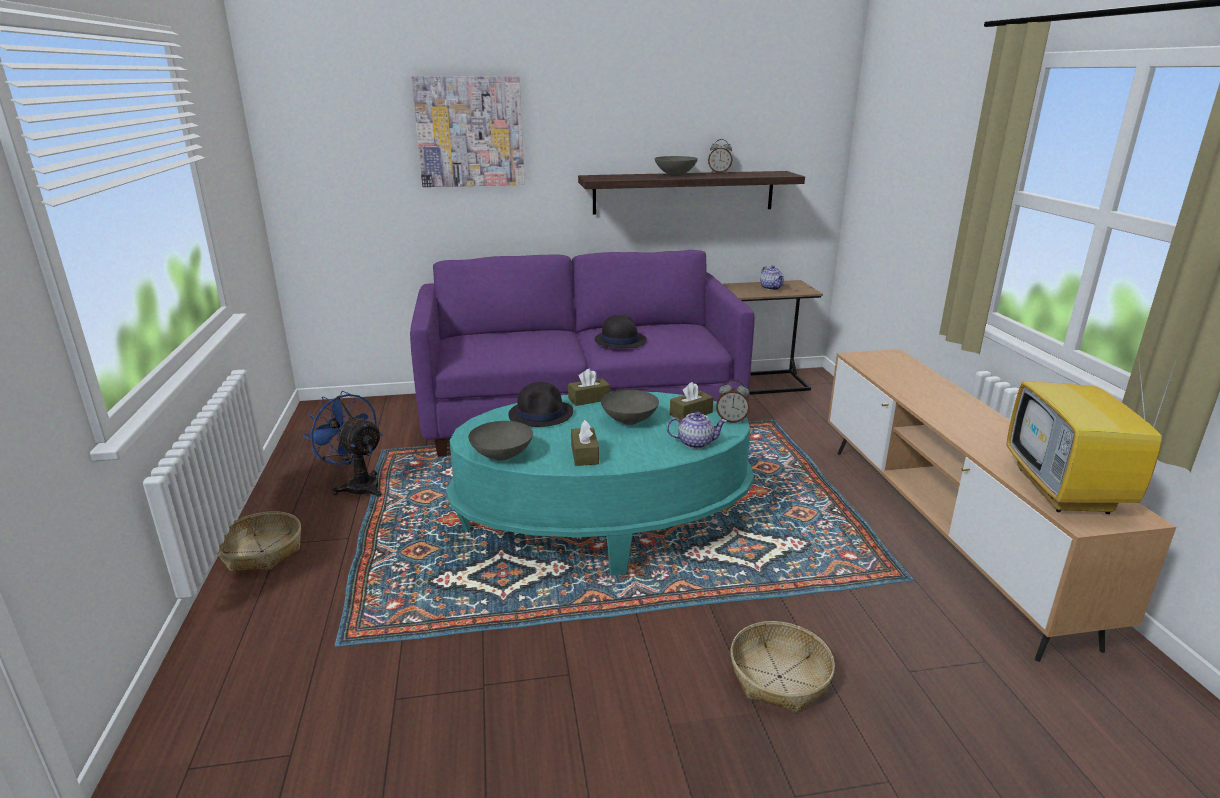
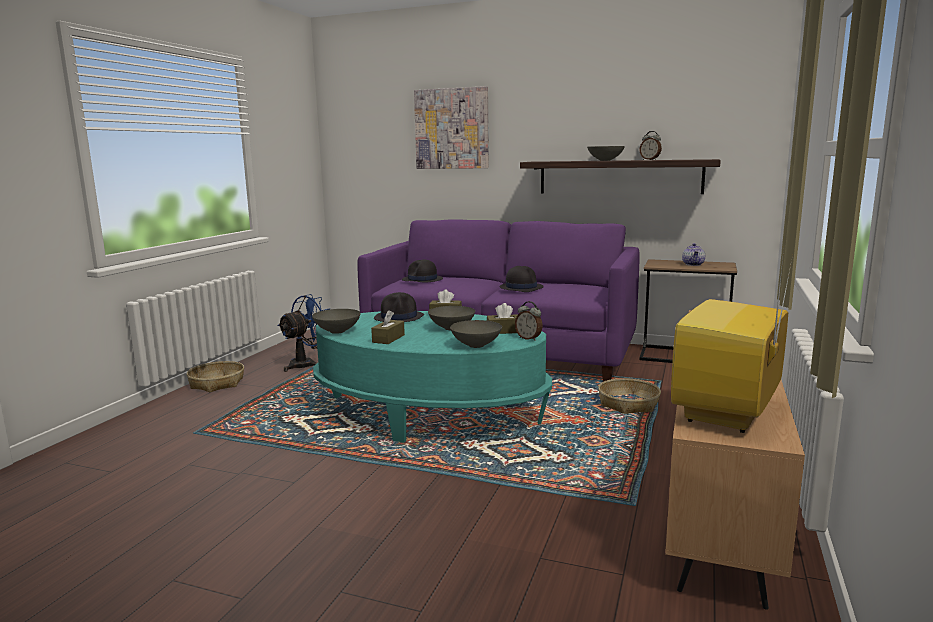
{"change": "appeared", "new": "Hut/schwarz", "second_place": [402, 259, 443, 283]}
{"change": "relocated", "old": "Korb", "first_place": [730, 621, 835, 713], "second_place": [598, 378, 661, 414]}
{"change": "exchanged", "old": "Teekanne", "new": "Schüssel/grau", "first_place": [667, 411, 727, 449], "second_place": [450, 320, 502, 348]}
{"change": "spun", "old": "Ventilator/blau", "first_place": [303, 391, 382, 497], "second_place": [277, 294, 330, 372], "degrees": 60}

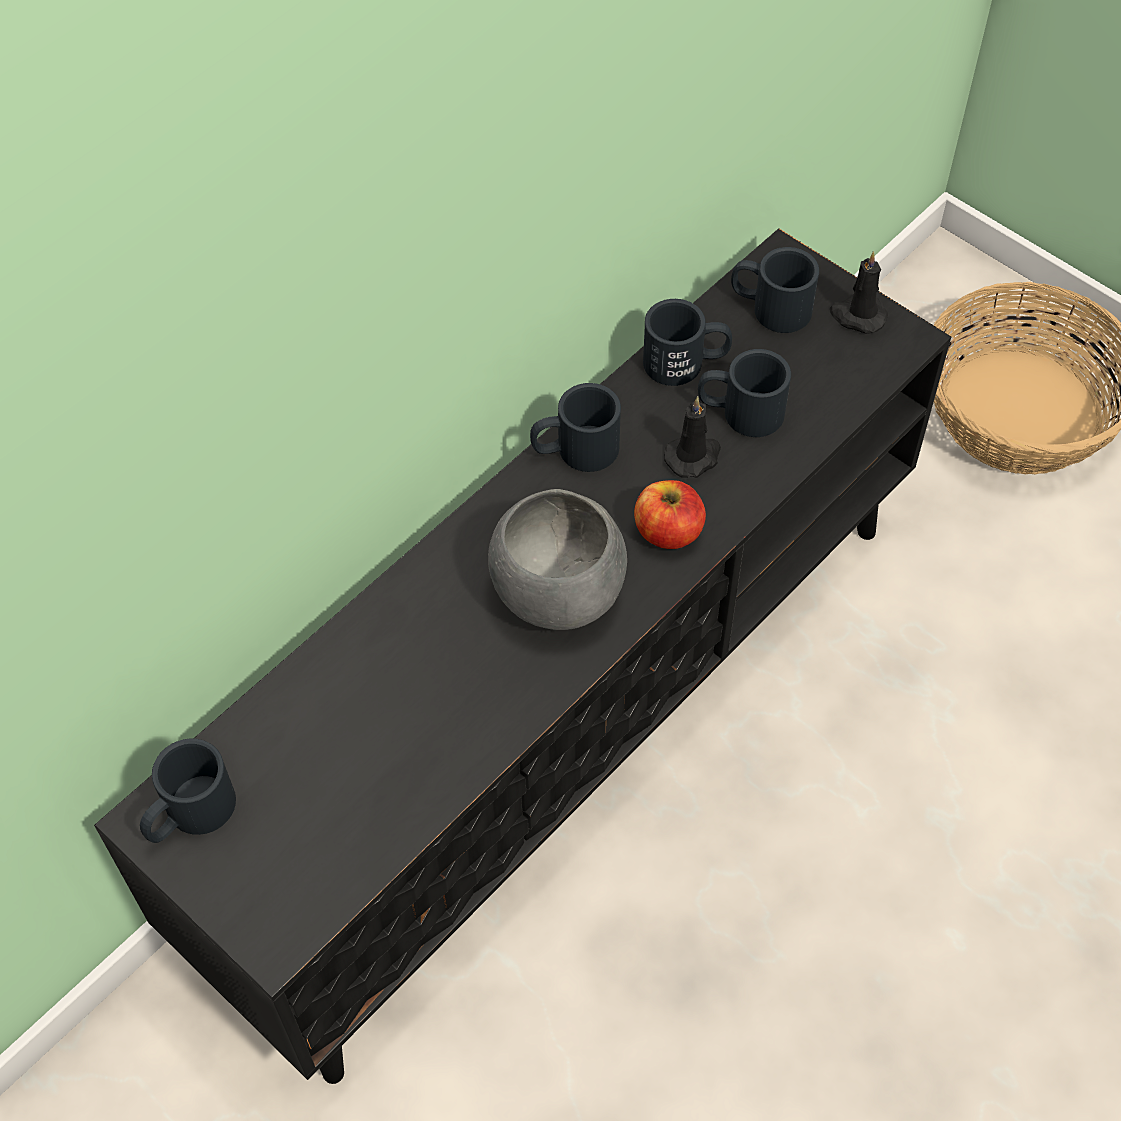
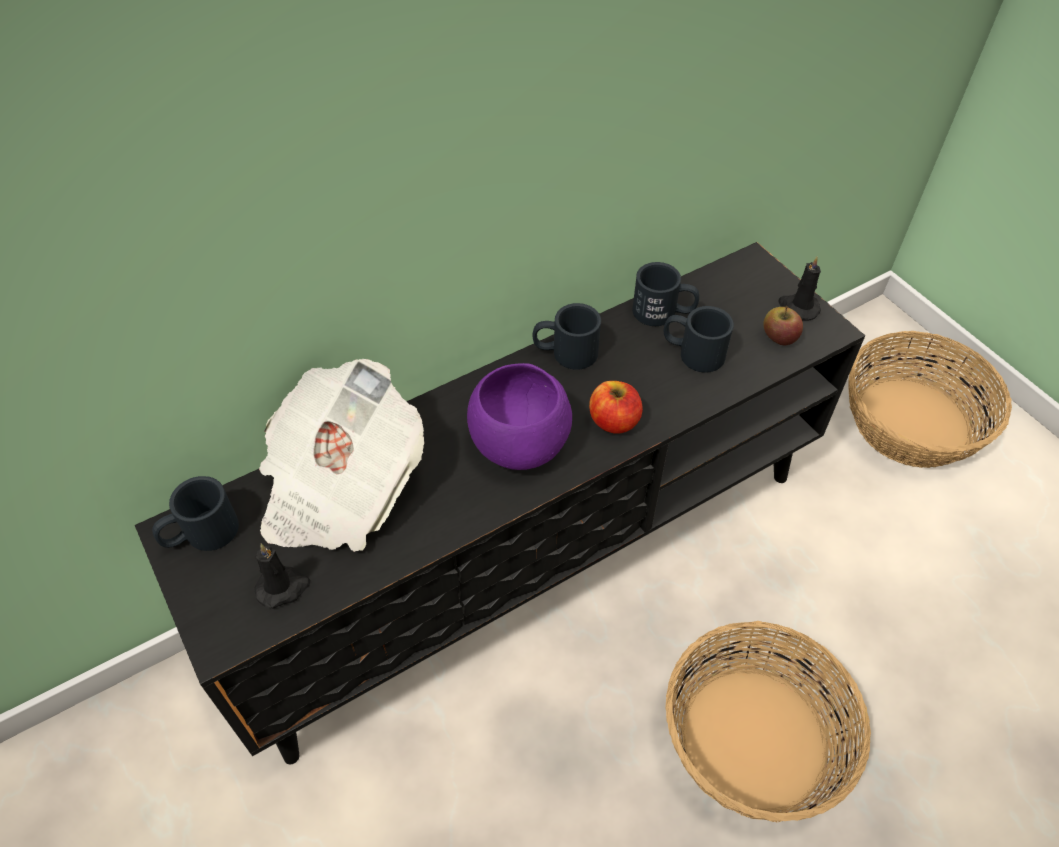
{"change": "missing", "old": "Henkelbecher/schwarz", "first_place": [731, 247, 819, 333]}
{"change": "appeared", "new": "Zeitung", "second_place": [259, 359, 424, 552]}
{"change": "appeared", "new": "Korb", "second_place": [665, 621, 871, 822]}
{"change": "appeared", "new": "Apfel", "second_place": [763, 306, 803, 345]}
{"change": "relocated", "old": "Kerze/schwarz", "first_place": [664, 396, 721, 478], "second_place": [254, 544, 310, 609]}
{"change": "colour", "old": "Schüssel/grau", "new": "Schüssel/lila", "first_place": [488, 489, 627, 630], "second_place": [467, 363, 572, 470]}

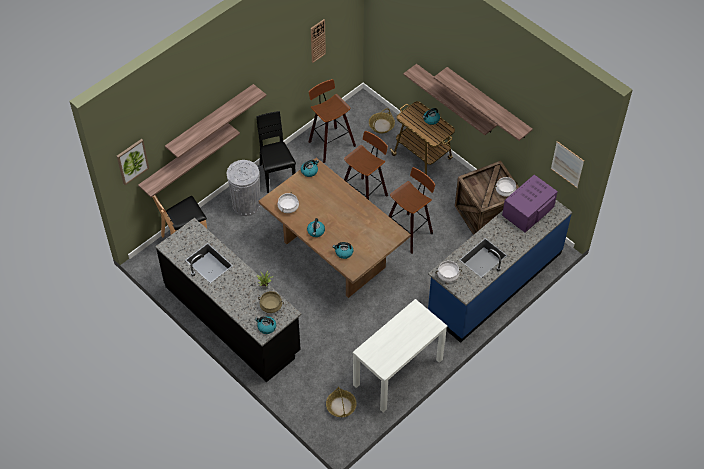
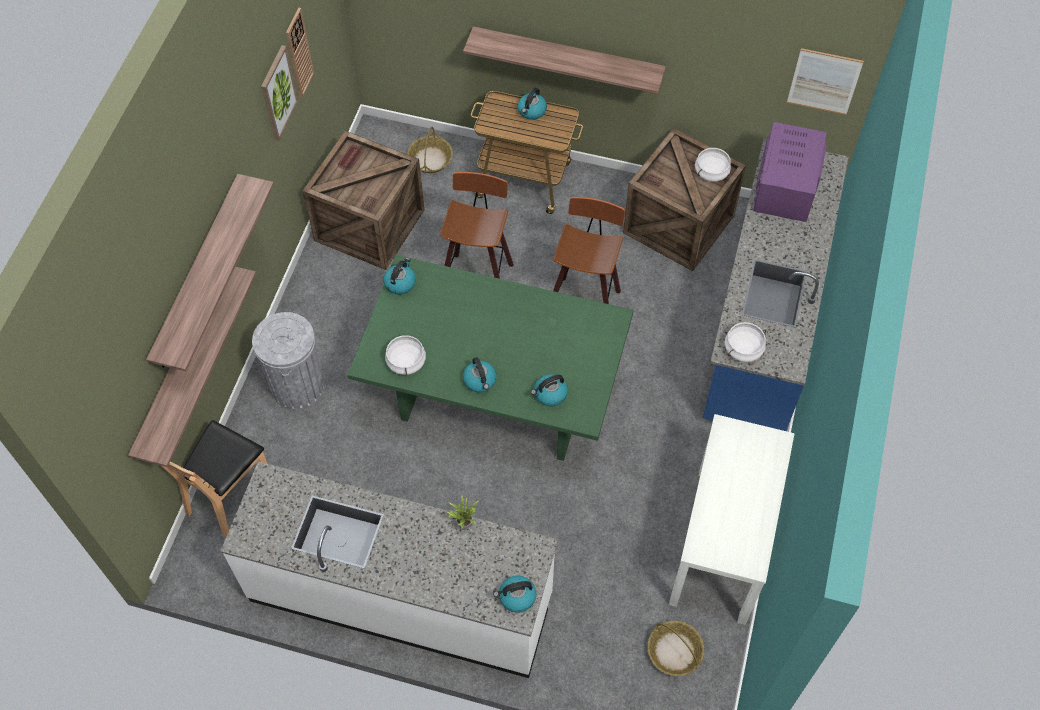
{"change": "missing", "old": "Stuhl/schwarz", "first_place": [256, 111, 296, 193]}
{"change": "missing", "old": "Kochtopf/beige", "first_place": [258, 291, 284, 313]}
{"change": "missing", "old": "Wandregal", "first_place": [434, 67, 533, 141]}
{"change": "relocated", "old": "Bild", "first_place": [117, 139, 149, 185], "second_place": [261, 45, 298, 141]}
{"change": "exchanged", "old": "Hocker", "new": "Kiste", "first_place": [309, 79, 356, 163], "second_place": [303, 131, 424, 270]}
{"change": "colour", "old": "Küchenzeile/schwarz", "new": "Küchenzeile/weiß", "first_place": [155, 218, 302, 382], "second_place": [221, 461, 558, 678]}
{"change": "colour", "old": "Esstisch/braun", "new": "Esstisch/grün", "first_place": [259, 158, 411, 298], "second_place": [348, 255, 634, 461]}

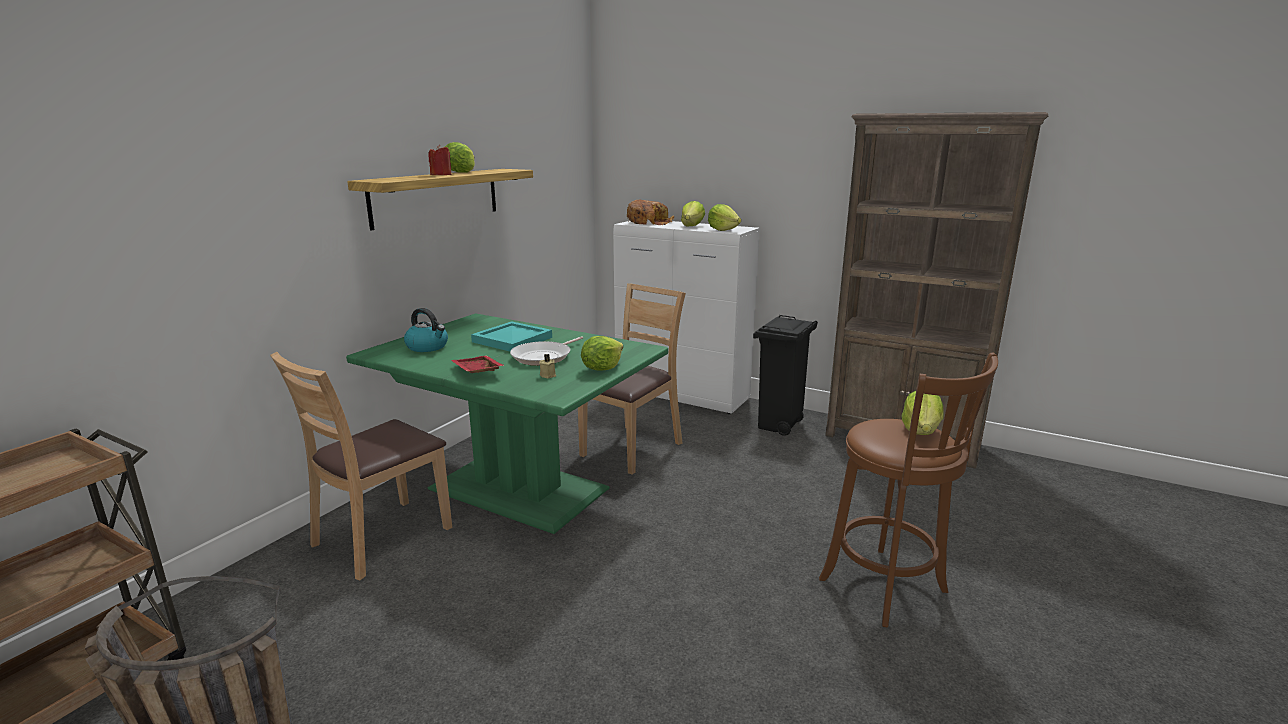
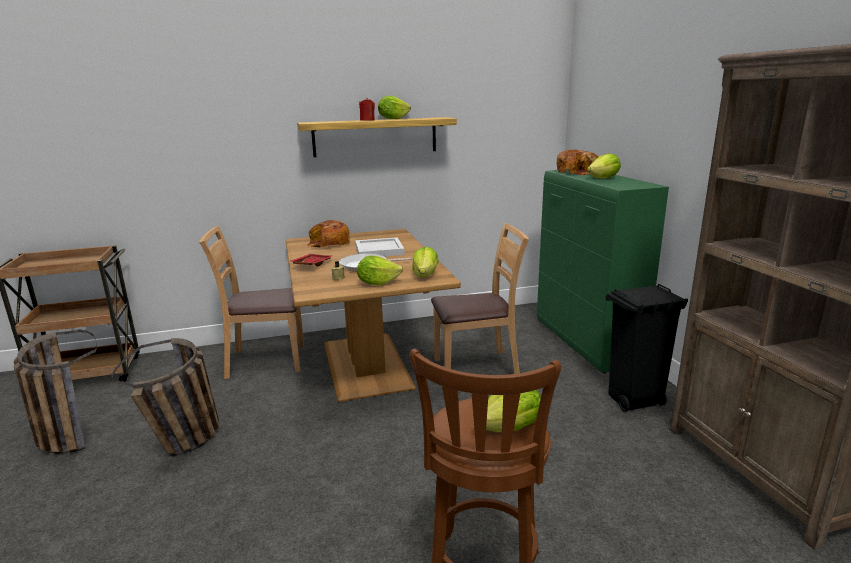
{"change": "appeared", "new": "Korb", "second_place": [111, 338, 219, 457]}
{"change": "relocated", "old": "Salatkopf", "first_place": [708, 204, 741, 231], "second_place": [412, 247, 439, 277]}
{"change": "exchanged", "old": "Wasserkessel", "new": "Brot", "first_place": [404, 308, 448, 352], "second_place": [307, 220, 350, 248]}
{"change": "colour", "old": "Esstisch/grün", "new": "Esstisch/braun", "first_place": [346, 313, 668, 534], "second_place": [285, 229, 461, 402]}
{"change": "colour", "old": "Tablett/türkis", "new": "Tablett/weiß", "first_place": [471, 321, 552, 351], "second_place": [355, 237, 405, 256]}
{"change": "colour", "old": "Schrank/weiß", "new": "Schrank/grün", "first_place": [613, 219, 760, 414], "second_place": [537, 169, 669, 373]}

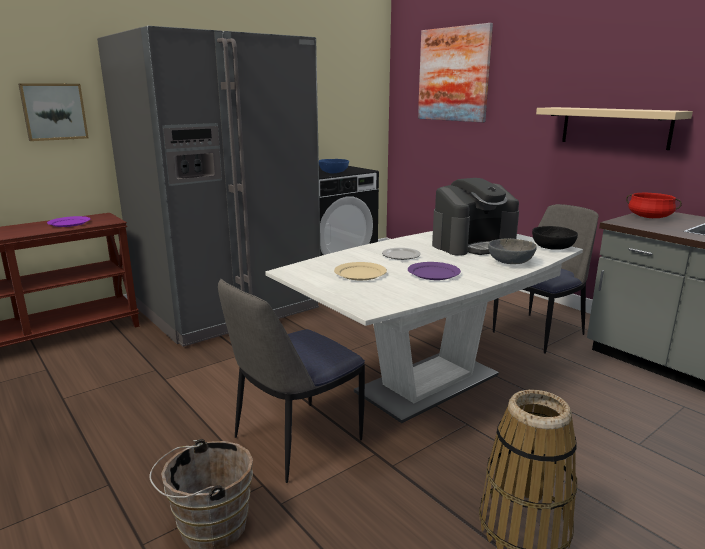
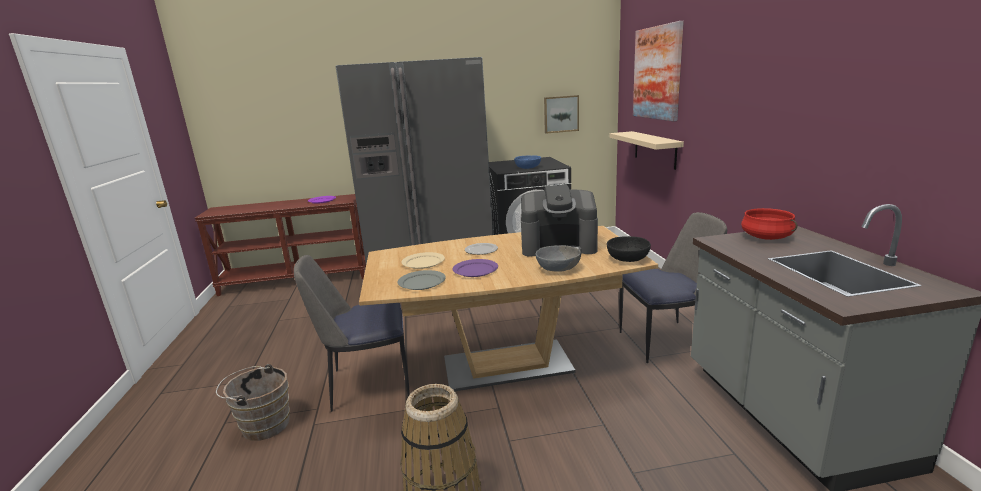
{"change": "appeared", "new": "Teller/grau", "second_place": [397, 270, 446, 290]}
{"change": "relocated", "old": "Bild", "first_place": [18, 83, 89, 141], "second_place": [544, 95, 579, 133]}
{"change": "relocated", "old": "Wandregal/beige", "first_place": [536, 107, 693, 150], "second_place": [609, 131, 684, 170]}
{"change": "colour", "old": "Esstisch/weiß", "new": "Esstisch/braun", "first_place": [265, 231, 583, 423], "second_place": [359, 226, 658, 391]}

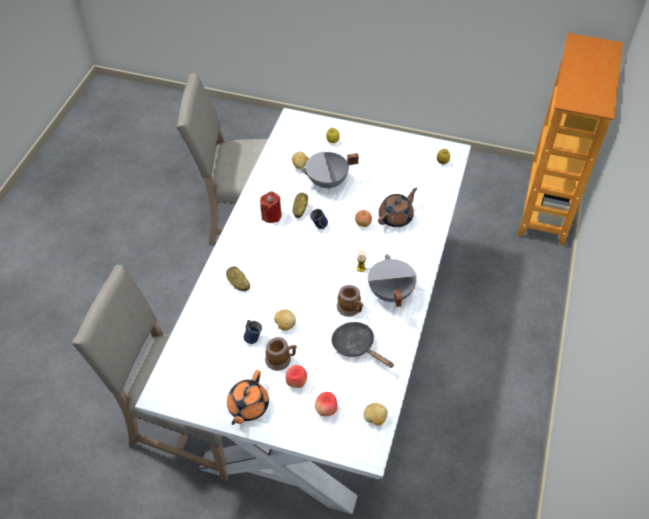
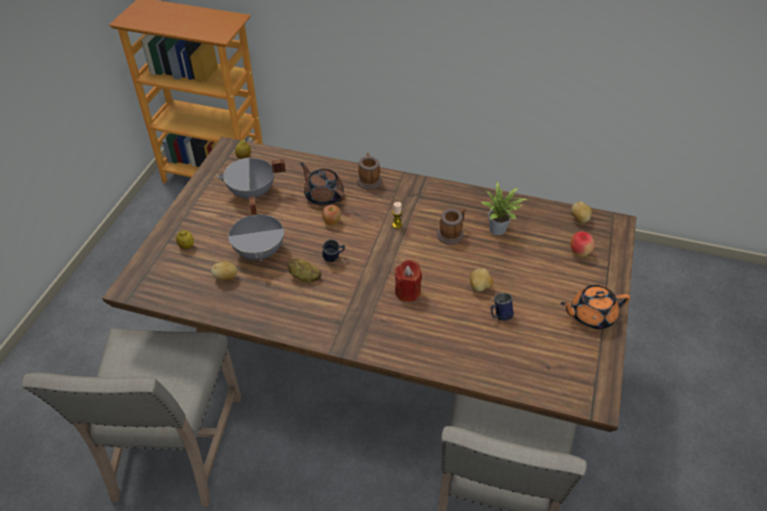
{"change": "missing", "old": "Kartoffel", "first_place": [226, 266, 250, 291]}
{"change": "missing", "old": "Apfel", "first_place": [285, 365, 307, 388]}
{"change": "relocated", "old": "Kerze/rot", "first_place": [260, 191, 282, 223], "second_place": [395, 260, 422, 302]}
{"change": "relocated", "old": "Henkelbecher", "first_place": [265, 337, 297, 370], "second_place": [357, 153, 382, 189]}
{"change": "relocated", "old": "Kochtopf/grau", "first_place": [368, 254, 417, 307], "second_place": [216, 158, 286, 199]}
{"change": "exchanged", "old": "Pfanne/schwarz", "new": "Topfpflanze", "first_place": [331, 322, 394, 368], "second_place": [481, 182, 528, 235]}
{"change": "colour", "old": "Esstisch/weiß", "new": "Esstisch/braun", "first_place": [135, 108, 471, 514], "second_place": [102, 137, 636, 432]}
{"change": "spun", "old": "Teekanne/orange", "first_place": [227, 370, 269, 425], "second_place": [560, 285, 630, 329], "degrees": 150}

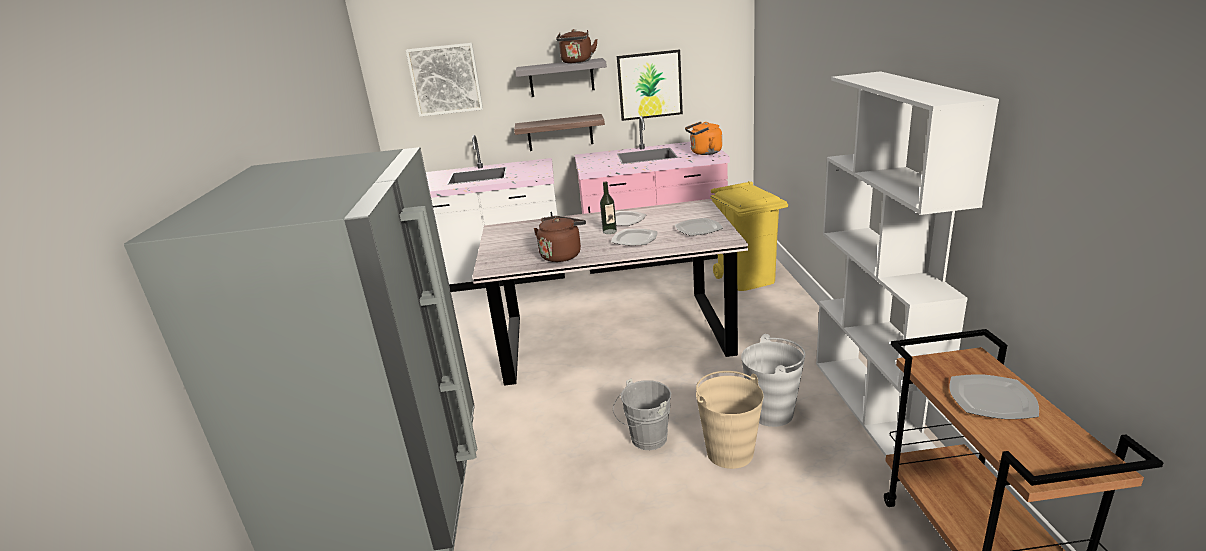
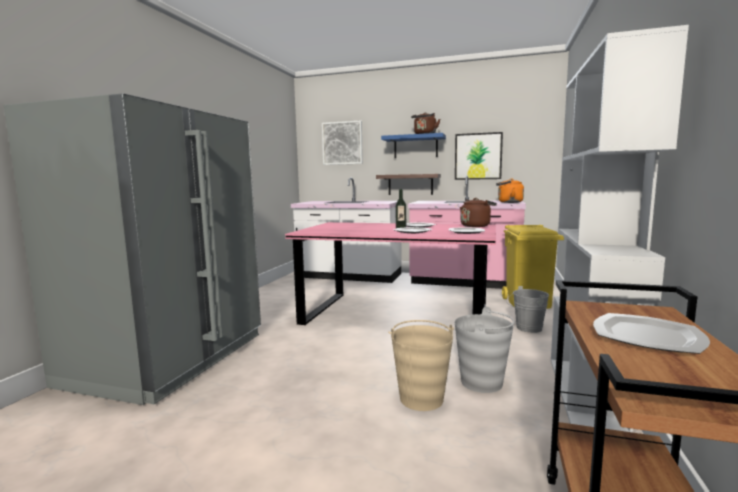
{"change": "relocated", "old": "Wasserkessel/braun", "first_place": [534, 216, 586, 262], "second_place": [460, 198, 497, 227]}
{"change": "relocated", "old": "Eimer/grau", "first_place": [613, 378, 671, 450], "second_place": [506, 286, 549, 333]}
{"change": "colour", "old": "Esstisch/grau", "new": "Esstisch/rosa", "first_place": [472, 199, 748, 386], "second_place": [285, 222, 496, 325]}
{"change": "colour", "old": "Wandregal/grau", "new": "Wandregal/blau", "first_place": [515, 58, 607, 97], "second_place": [381, 133, 446, 158]}

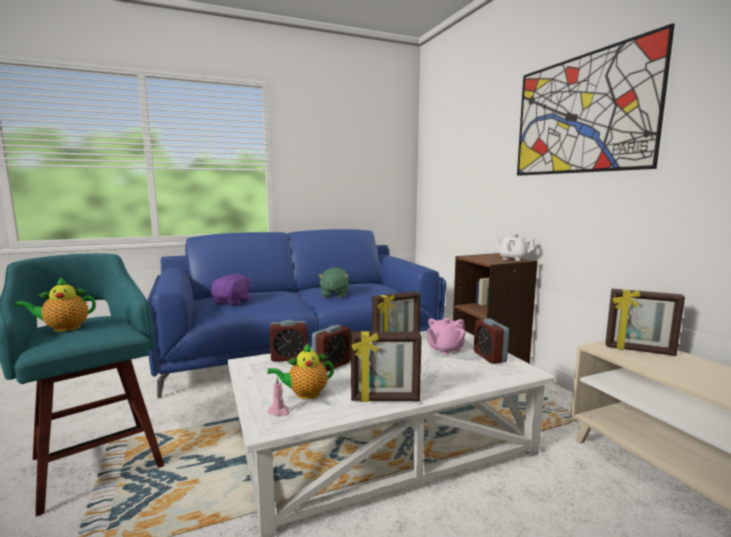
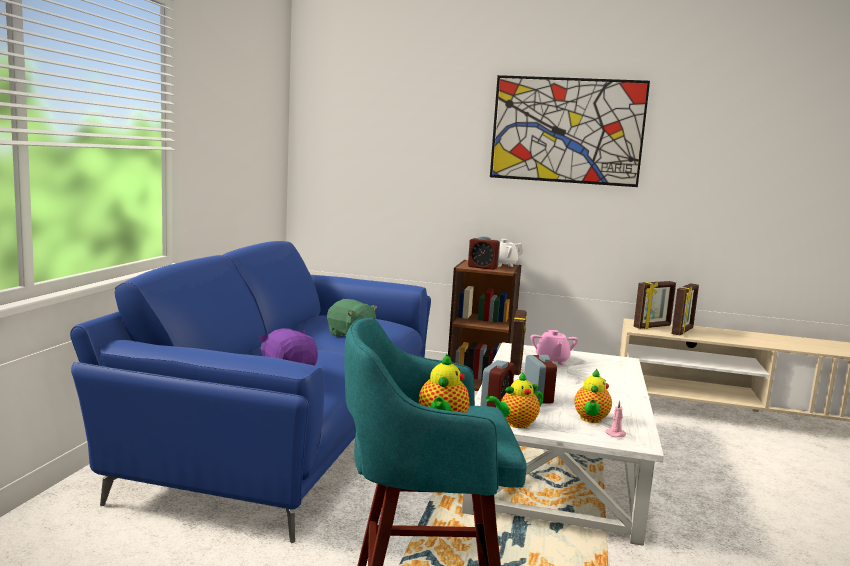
{"change": "appeared", "new": "Teekanne", "second_place": [486, 372, 543, 428]}
{"change": "relocated", "old": "Bilderrahmen", "first_place": [351, 331, 422, 402], "second_place": [671, 283, 699, 335]}
{"change": "relocated", "old": "Wecker", "first_place": [474, 318, 509, 364], "second_place": [468, 236, 500, 270]}

